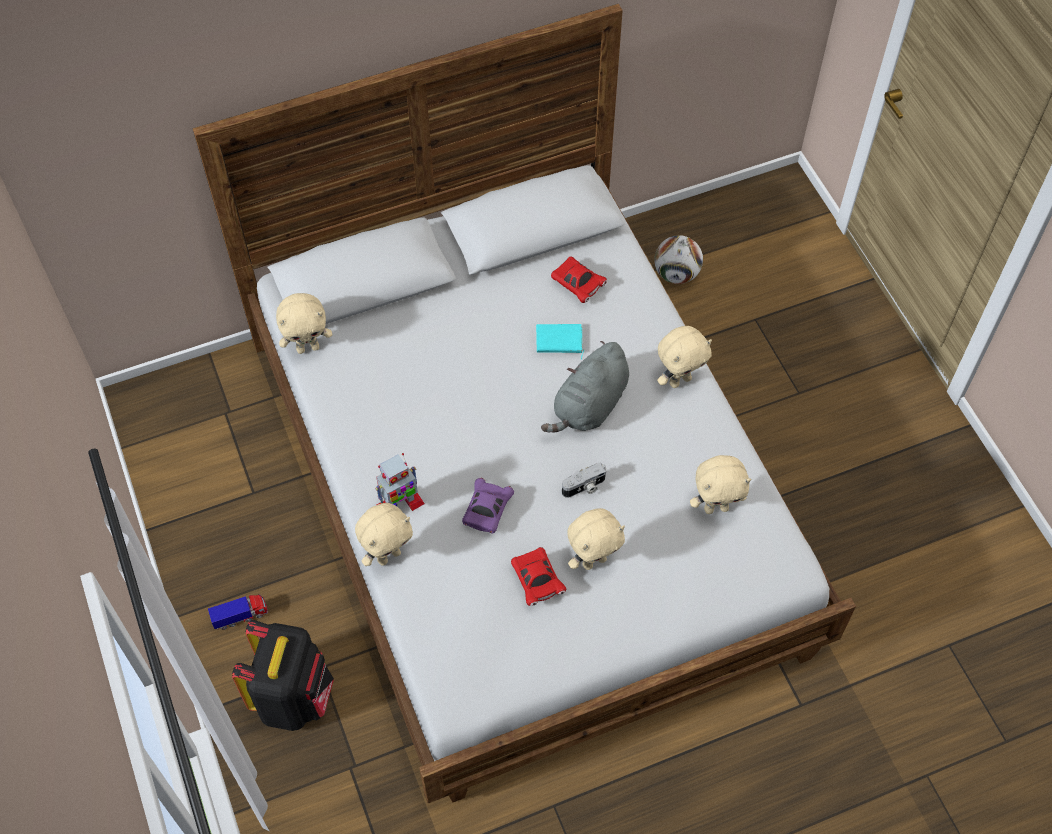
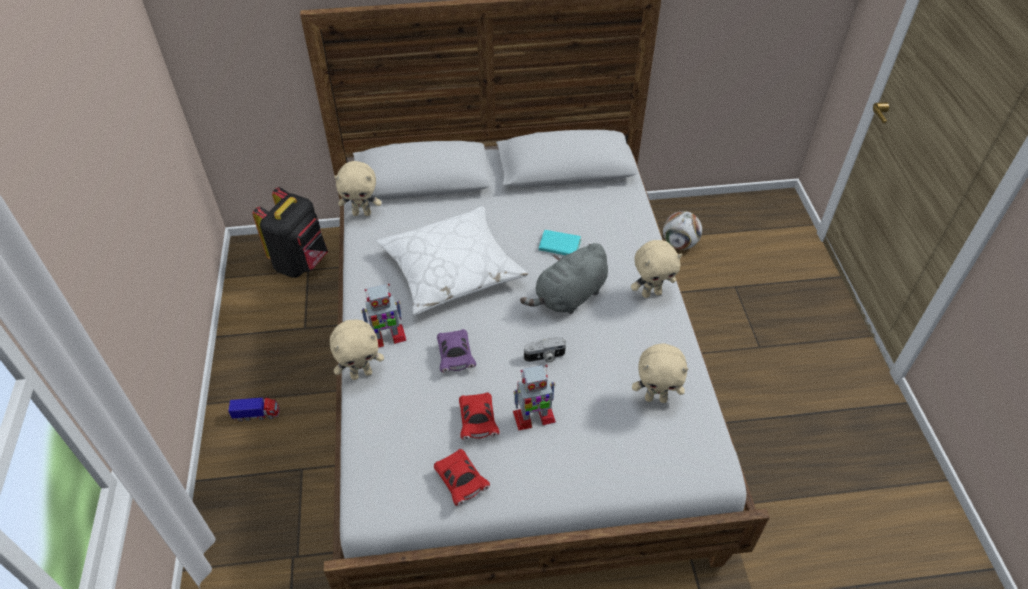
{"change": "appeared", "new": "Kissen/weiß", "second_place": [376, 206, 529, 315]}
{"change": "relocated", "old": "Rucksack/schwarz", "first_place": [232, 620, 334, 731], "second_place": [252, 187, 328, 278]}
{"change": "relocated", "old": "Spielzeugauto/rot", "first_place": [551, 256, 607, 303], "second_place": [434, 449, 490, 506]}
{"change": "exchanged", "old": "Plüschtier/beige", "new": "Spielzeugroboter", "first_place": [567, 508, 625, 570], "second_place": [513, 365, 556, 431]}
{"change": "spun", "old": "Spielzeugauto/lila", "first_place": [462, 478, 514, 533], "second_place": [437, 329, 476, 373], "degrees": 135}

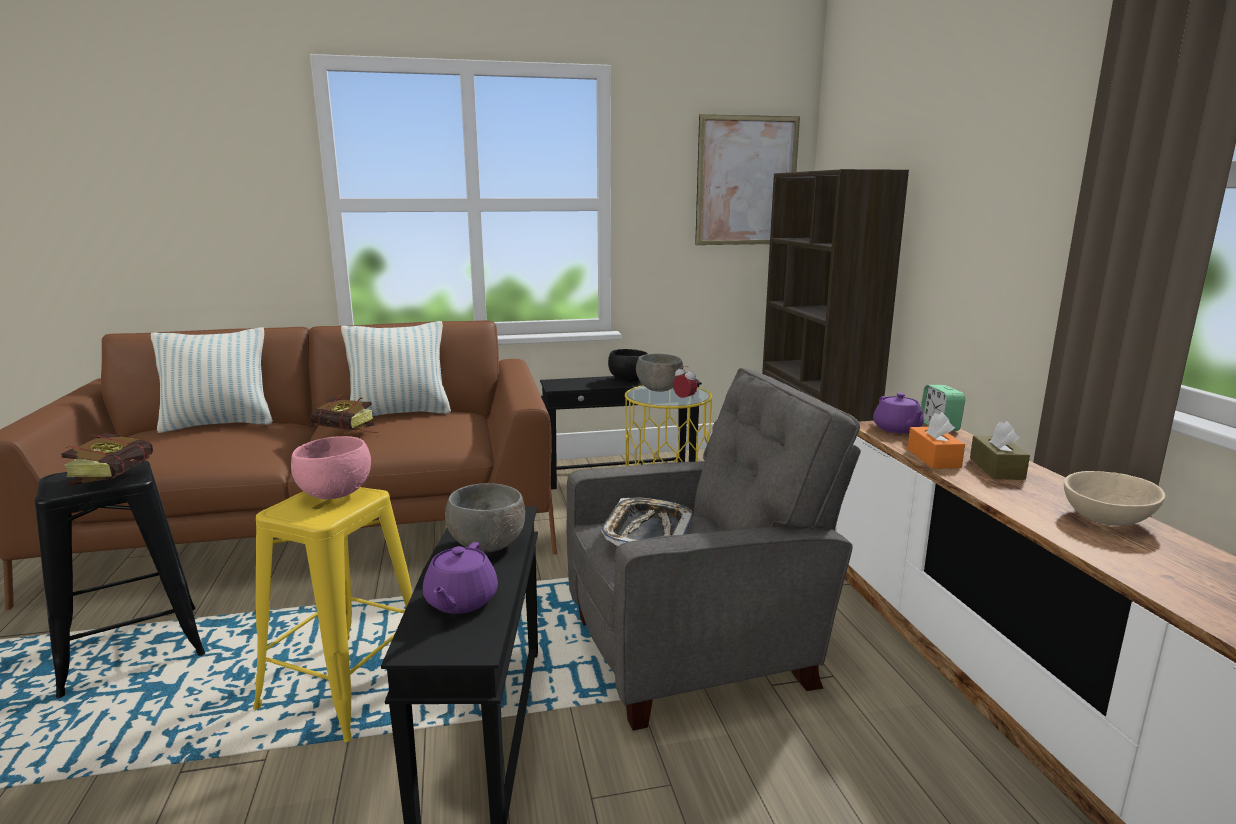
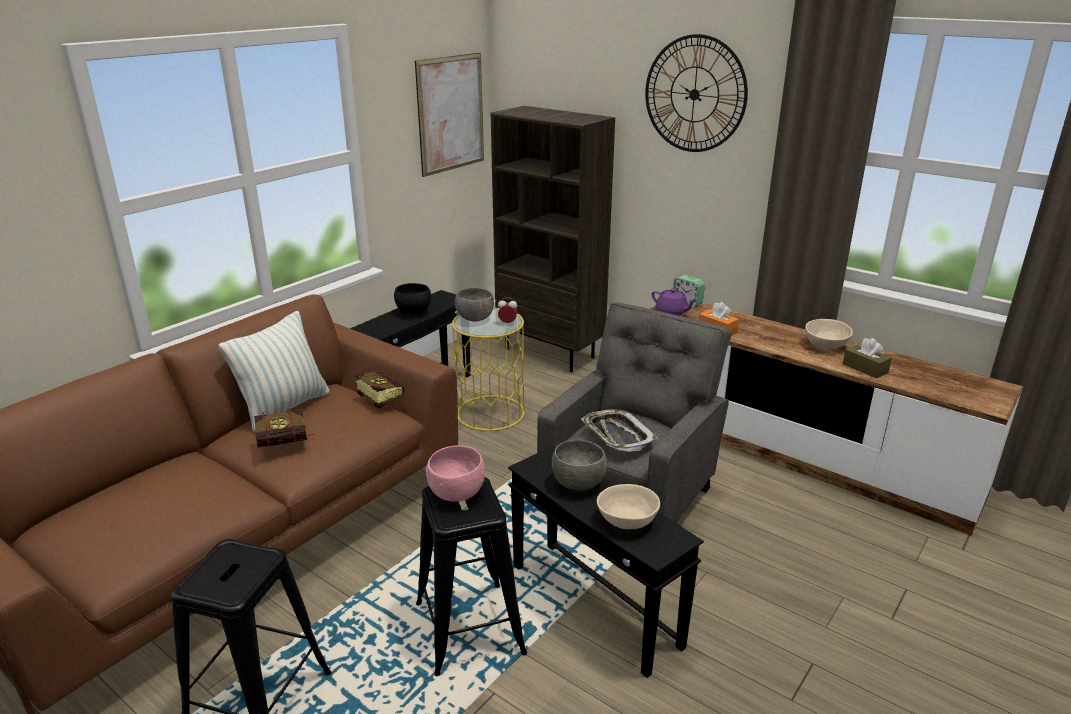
{"change": "missing", "old": "Kissen", "first_place": [151, 327, 273, 433]}
{"change": "appeared", "new": "Wanduhr", "second_place": [645, 34, 748, 152]}
{"change": "relocated", "old": "Buch", "first_place": [61, 433, 153, 486], "second_place": [355, 372, 404, 409]}
{"change": "relocated", "old": "Taschentuchbox/braun", "first_place": [970, 421, 1030, 480], "second_place": [843, 338, 892, 378]}
{"change": "exchanged", "old": "Teekanne/lila", "new": "Schüssel/beige", "first_place": [423, 542, 498, 614], "second_place": [597, 484, 660, 529]}
{"change": "colour", "old": "Hocker/gelb", "new": "Hocker/schwarz", "first_place": [253, 487, 412, 742], "second_place": [416, 477, 527, 676]}

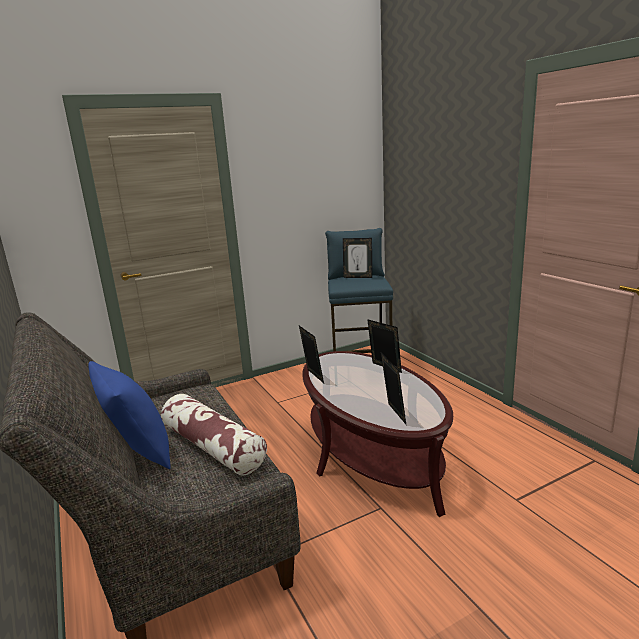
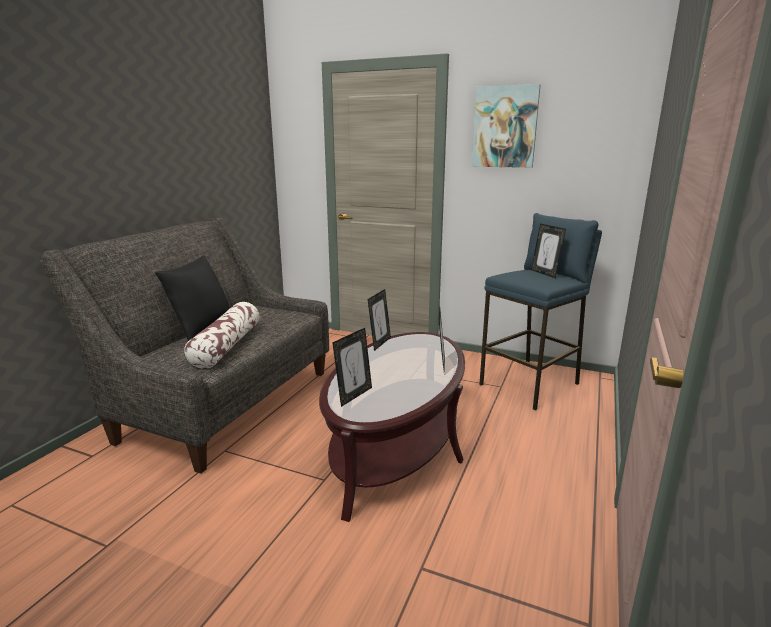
{"change": "appeared", "new": "Bild", "second_place": [472, 84, 540, 168]}
{"change": "colour", "old": "Kissen/blau", "new": "Kissen/schwarz", "first_place": [88, 361, 171, 469], "second_place": [155, 256, 230, 341]}

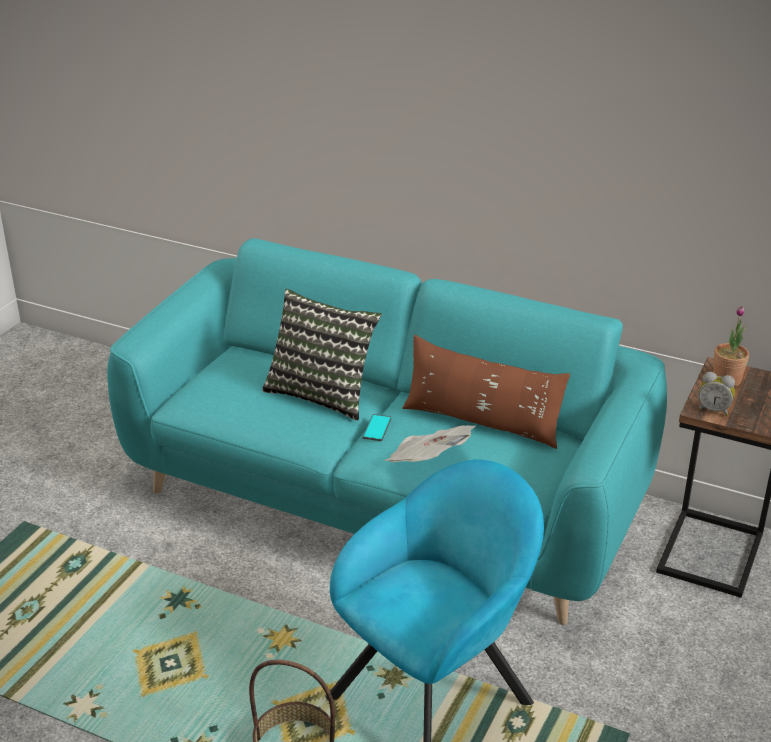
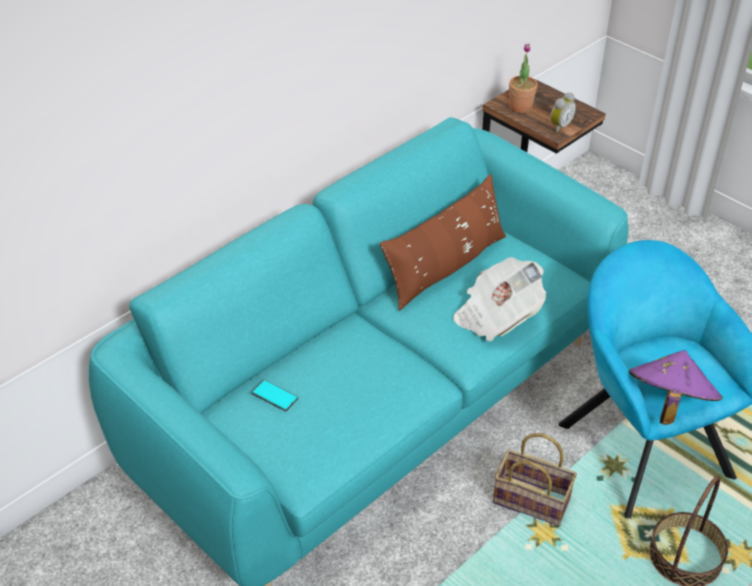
{"change": "missing", "old": "Kissen", "first_place": [262, 289, 382, 421]}
{"change": "appeared", "new": "Korb", "second_place": [493, 433, 577, 526]}
{"change": "appeared", "new": "Hut/lila", "second_place": [629, 350, 722, 425]}
{"change": "relocated", "old": "Handy", "first_place": [363, 414, 392, 441], "second_place": [251, 379, 298, 412]}

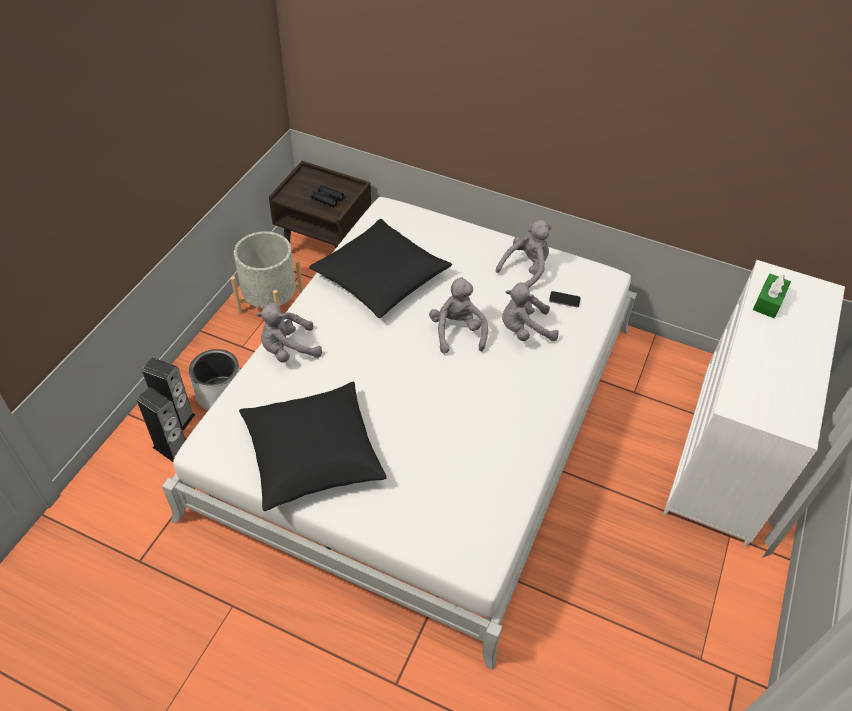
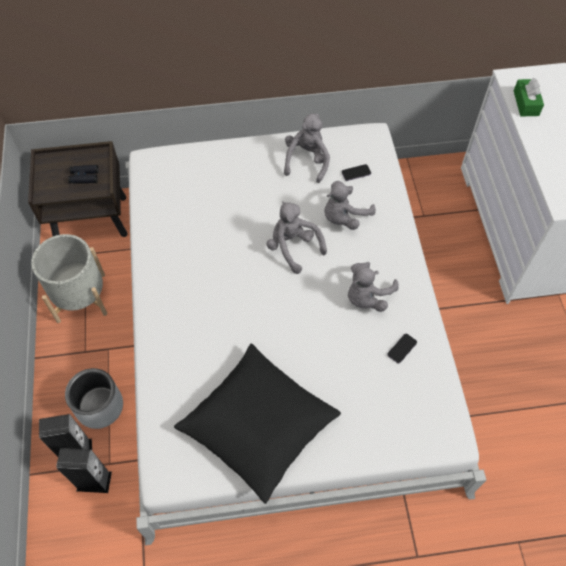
{"change": "missing", "old": "Kissen/schwarz", "first_place": [309, 219, 452, 318]}
{"change": "appeared", "new": "Handy", "second_place": [387, 334, 417, 363]}
{"change": "relocated", "old": "Plüschtier/grau", "first_place": [256, 303, 322, 362], "second_place": [348, 262, 399, 312]}

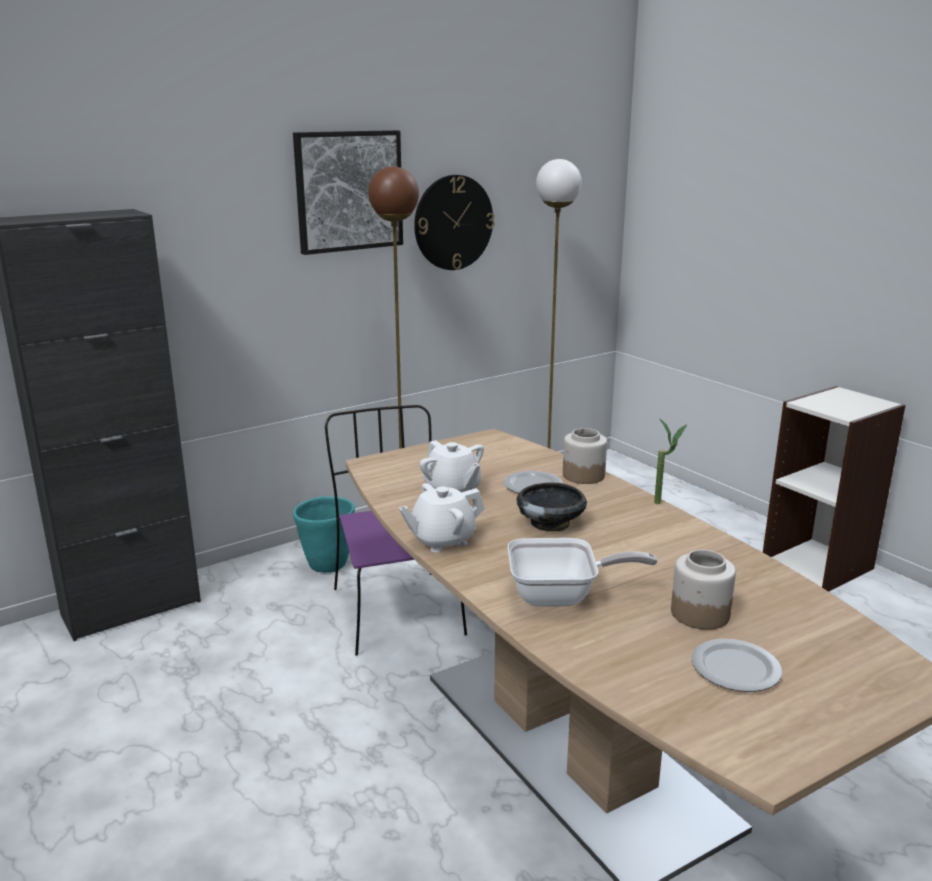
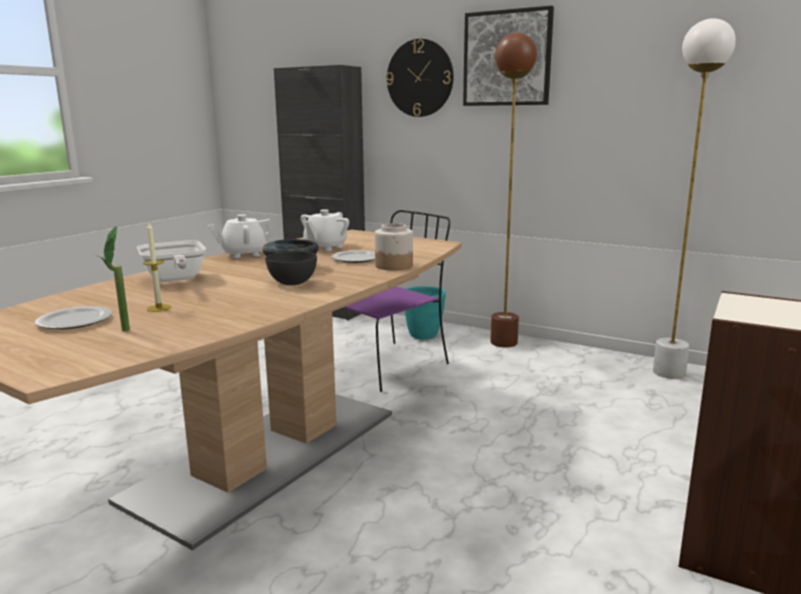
{"change": "appeared", "new": "Schüssel/grau", "second_place": [265, 251, 317, 285]}
{"change": "relocated", "old": "Wanduhr", "first_place": [414, 175, 494, 270], "second_place": [386, 39, 453, 117]}
{"change": "relocated", "old": "Topfpflanze", "first_place": [654, 418, 687, 504], "second_place": [95, 226, 130, 331]}
{"change": "exchanged", "old": "Vorratsglas", "new": "Kerze", "first_place": [671, 549, 736, 630], "second_place": [143, 223, 171, 312]}
{"change": "spun", "old": "Teekanne/weiß", "first_place": [399, 483, 485, 552], "second_place": [208, 214, 275, 258], "degrees": -60}

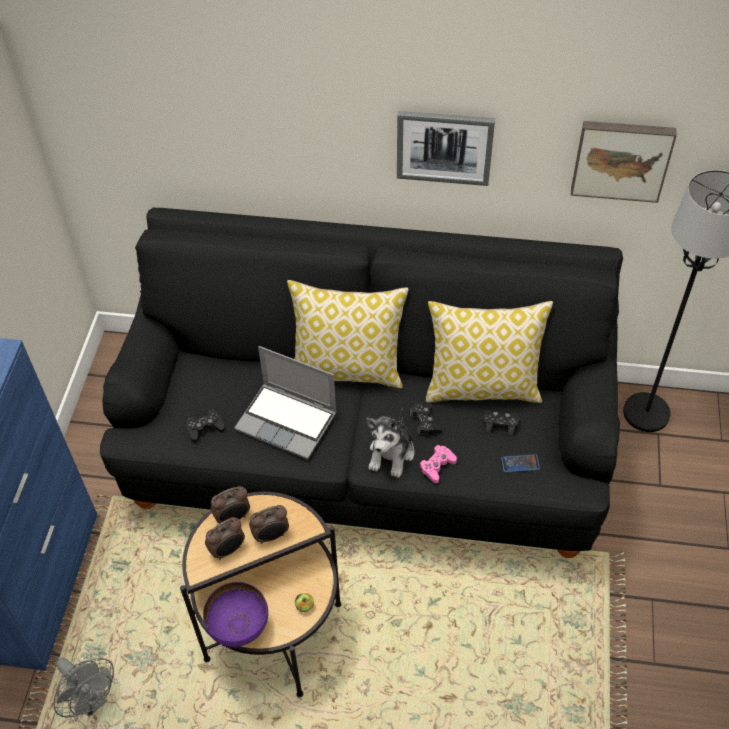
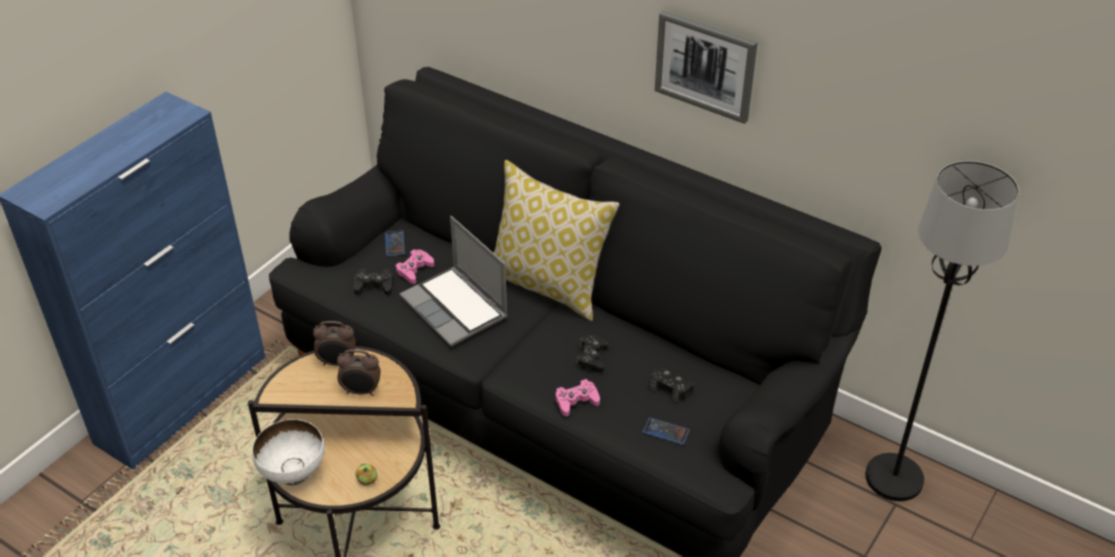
{"change": "missing", "old": "Ventilator/grau", "first_place": [53, 658, 114, 718]}
{"change": "missing", "old": "Wecker", "first_place": [205, 517, 245, 560]}
{"change": "missing", "old": "Plüschtier", "first_place": [366, 408, 414, 478]}
{"change": "missing", "old": "Kissen", "first_place": [426, 301, 553, 403]}
{"change": "missing", "old": "Bild", "first_place": [571, 121, 677, 203]}
{"change": "appeared", "new": "Handy", "second_place": [385, 230, 405, 256]}
{"change": "appeared", "new": "Gamepad/rosa", "second_place": [395, 249, 434, 284]}
{"change": "colour", "old": "Schüssel/lila", "new": "Schüssel/weiß", "first_place": [203, 582, 268, 647], "second_place": [252, 419, 325, 486]}

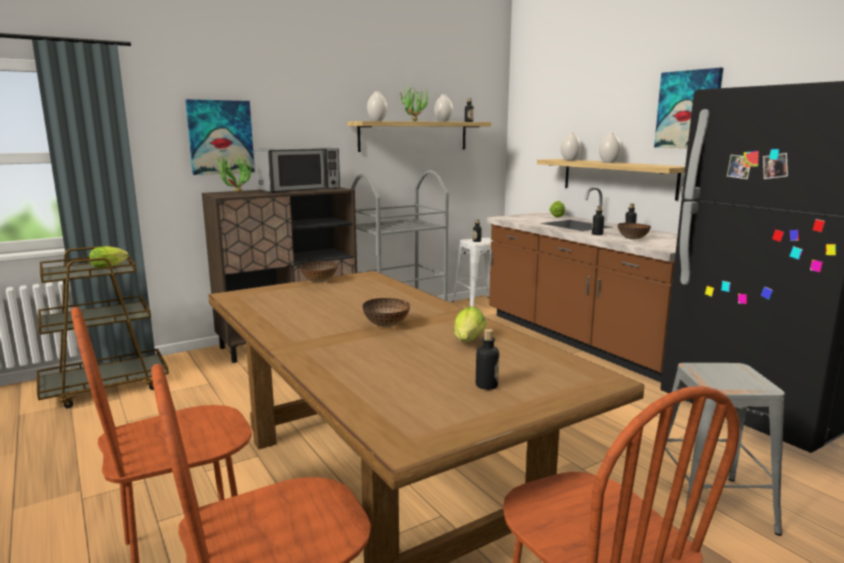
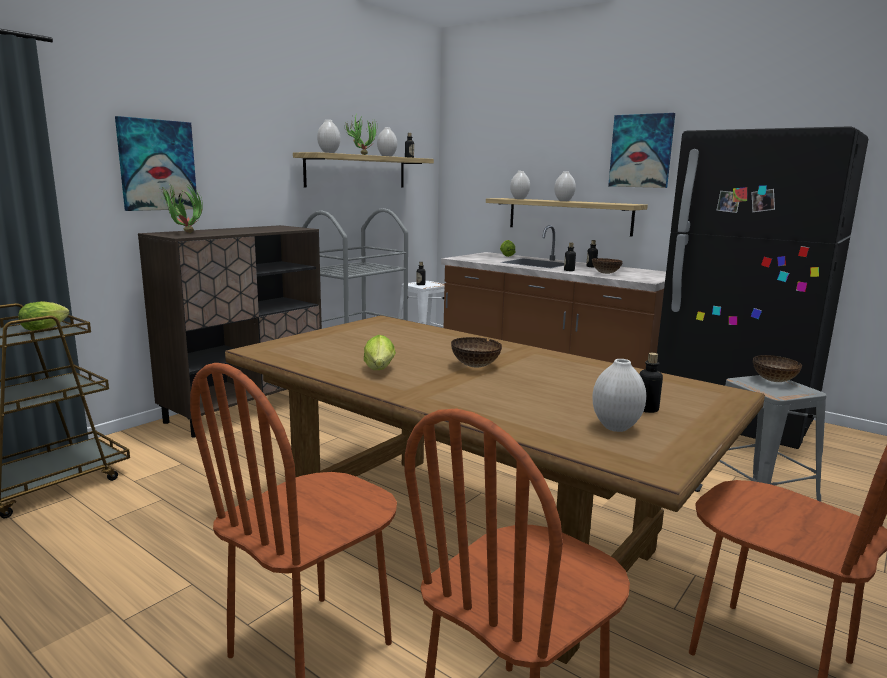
{"change": "missing", "old": "Mikrowelle", "first_place": [255, 147, 340, 193]}
{"change": "appeared", "new": "Vase/weiß", "second_place": [592, 359, 646, 432]}
{"change": "relocated", "old": "Schüssel", "first_place": [300, 261, 337, 283], "second_place": [753, 355, 802, 382]}
{"change": "relocated", "old": "Salatkopf", "first_place": [454, 306, 486, 342], "second_place": [364, 335, 396, 370]}

